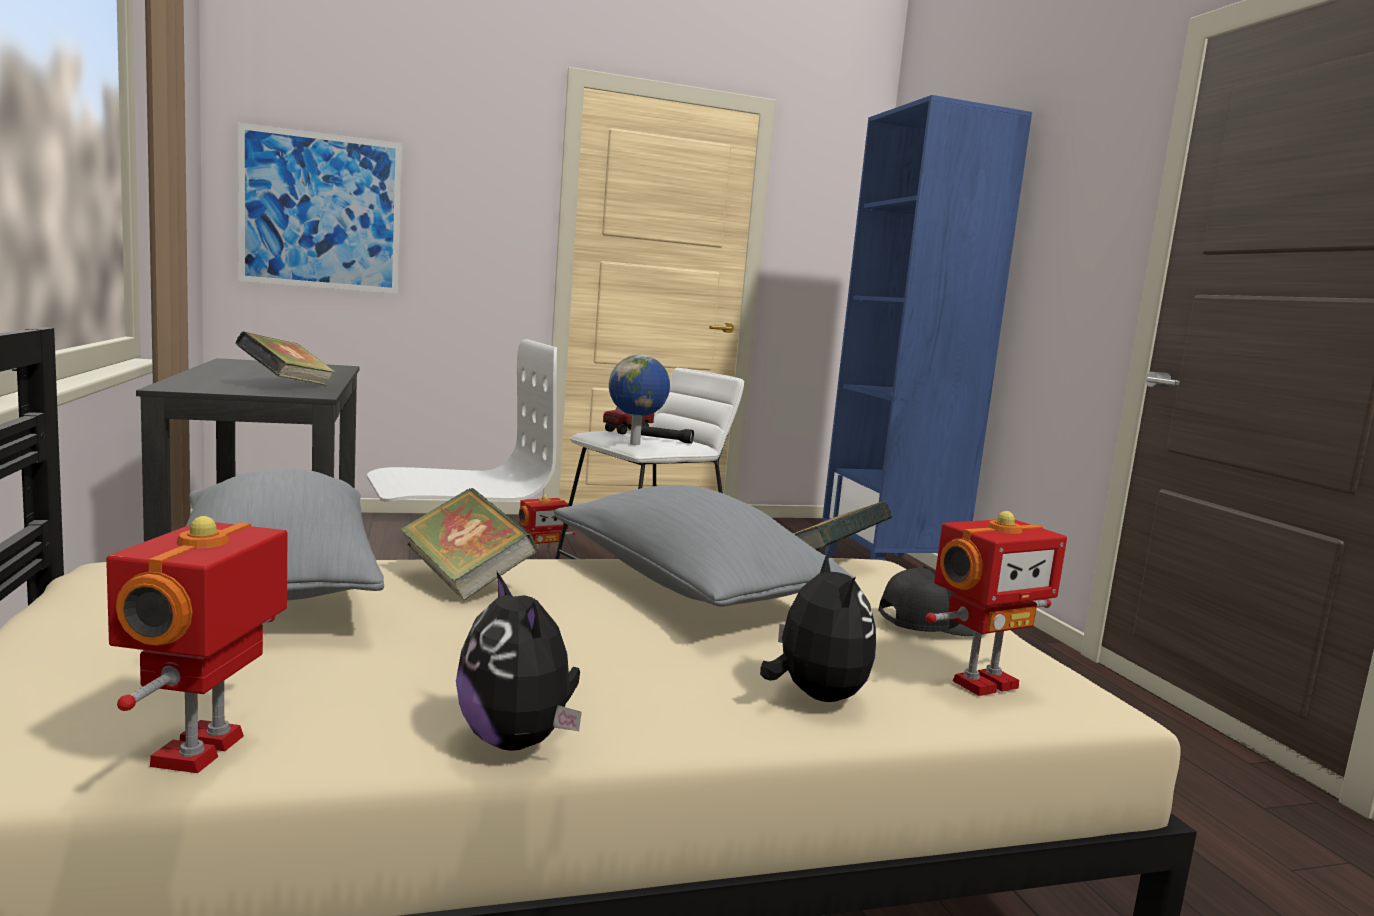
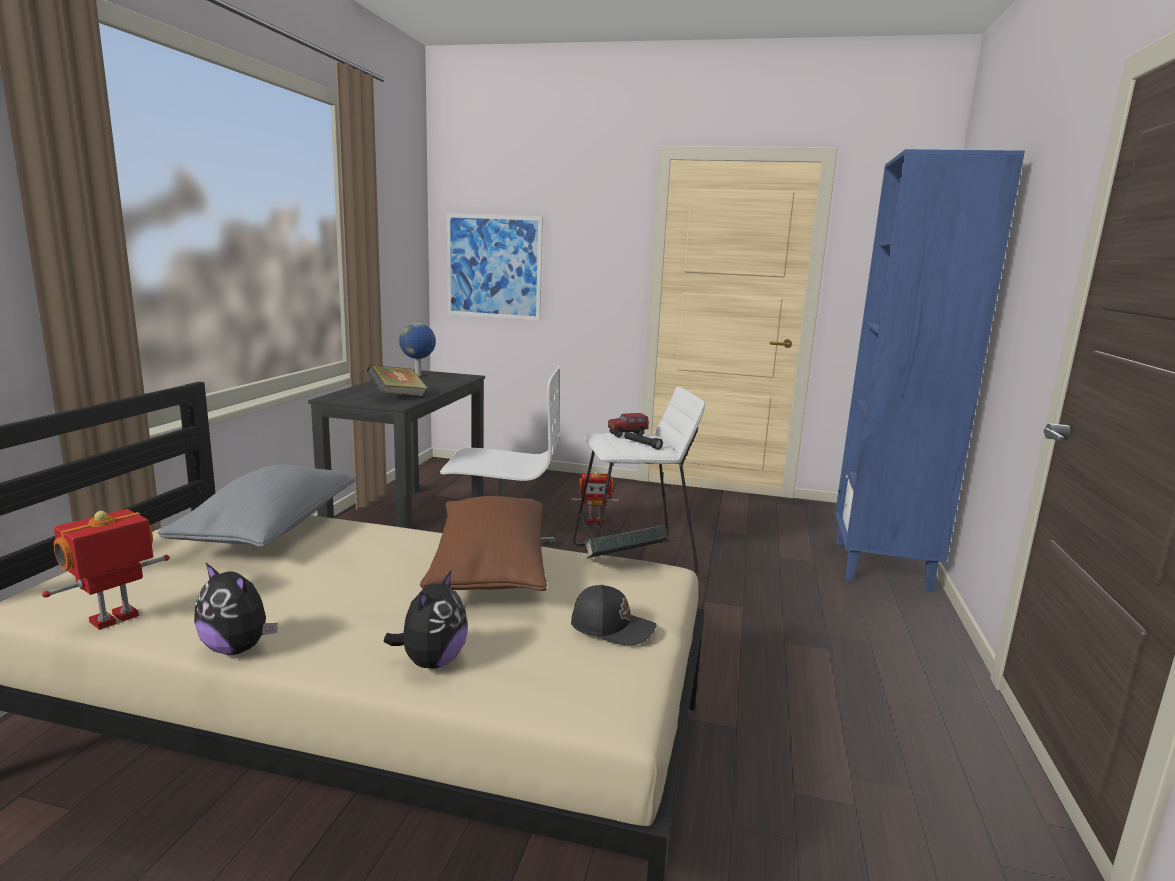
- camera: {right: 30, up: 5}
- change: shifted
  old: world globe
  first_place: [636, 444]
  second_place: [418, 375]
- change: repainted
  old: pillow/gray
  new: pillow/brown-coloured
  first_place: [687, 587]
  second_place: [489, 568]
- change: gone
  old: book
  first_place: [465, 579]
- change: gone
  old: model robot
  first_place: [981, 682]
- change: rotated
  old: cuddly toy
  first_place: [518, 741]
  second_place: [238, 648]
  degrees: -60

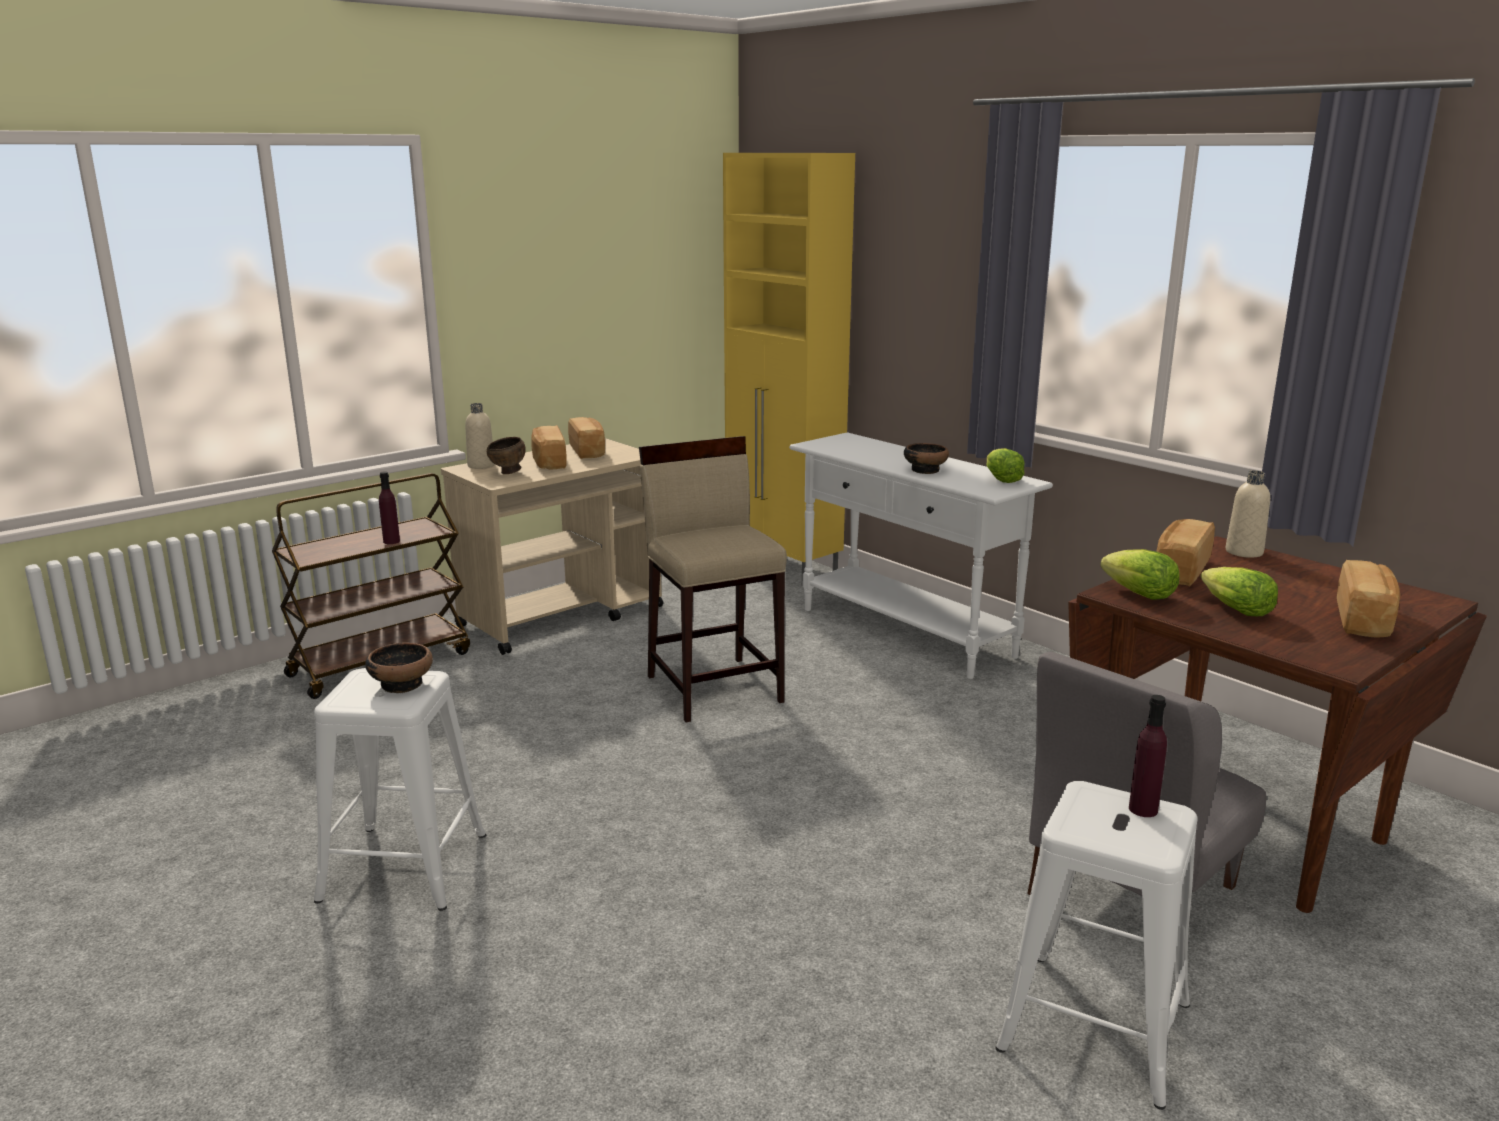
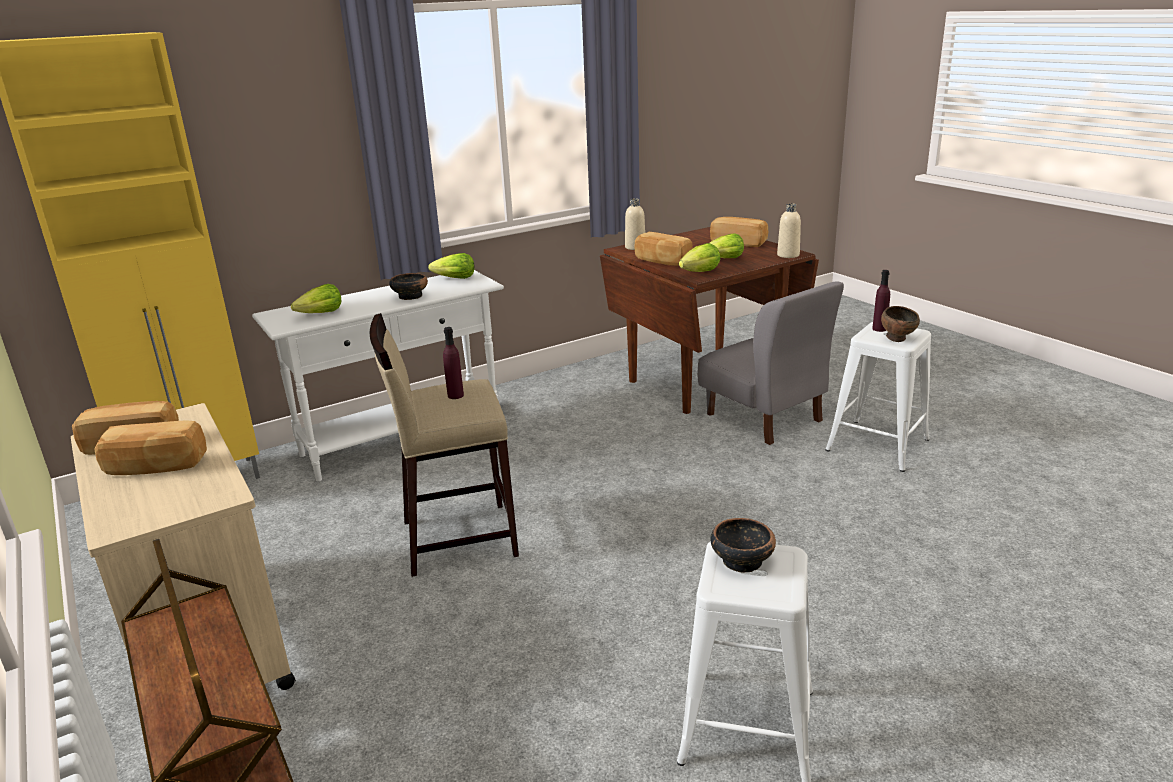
- camera: {right: -80, up: 5}
- change: shifted
  old: drink bottle/beige
  first_place: [481, 466]
  second_place: [788, 255]
- change: shifted
  old: bowl/brown-coloured
  first_place: [508, 473]
  second_place: [898, 339]
- change: shifted
  old: drink bottle/purple-coloured
  first_place: [391, 541]
  second_place: [455, 395]
- change: new
  new: lettuce
  second_place: [321, 314]

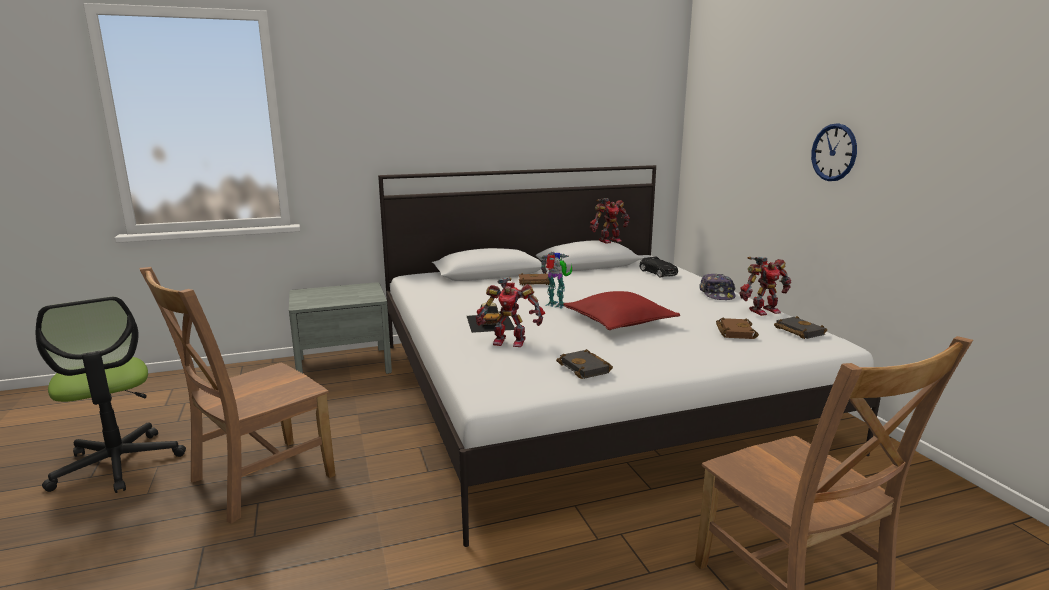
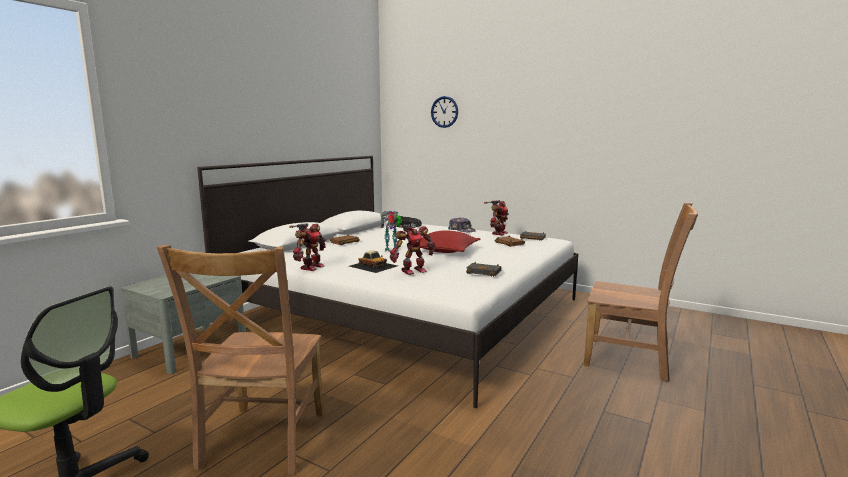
- camera: {right: -40, up: -5}
- change: shifted
  old: hanging clock
  first_place: [834, 152]
  second_place: [444, 112]
- change: shifted
  old: model robot
  first_place: [608, 240]
  second_place: [310, 267]

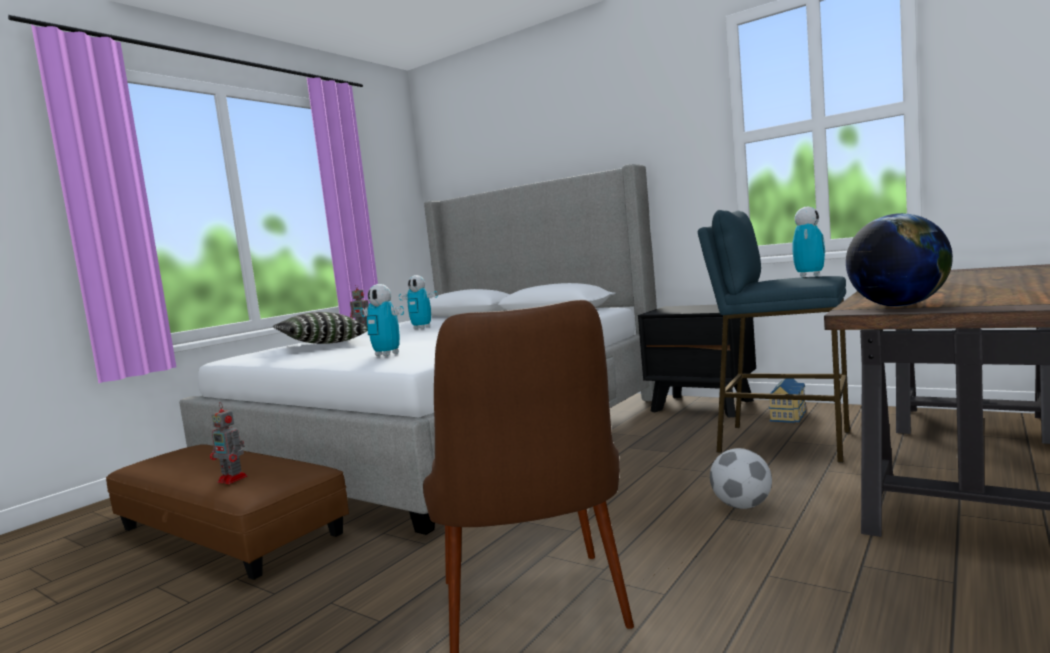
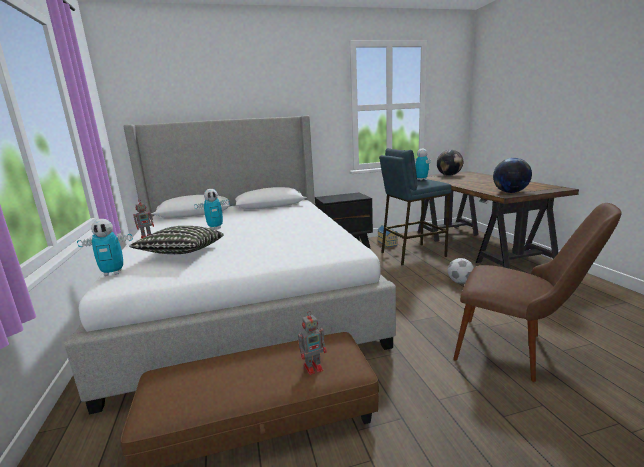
- camera: {right: -50, up: 10}
- change: shifted
  old: model robot
  first_place: [387, 354]
  second_place: [113, 273]
- change: new
  new: world globe
  second_place: [449, 175]

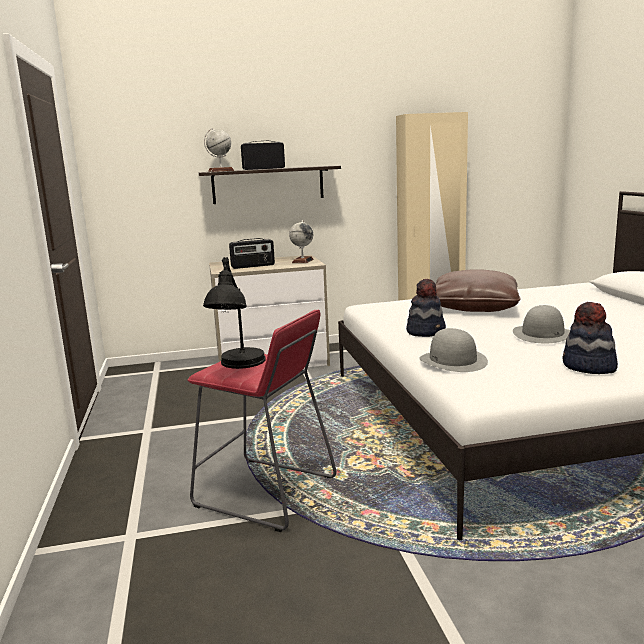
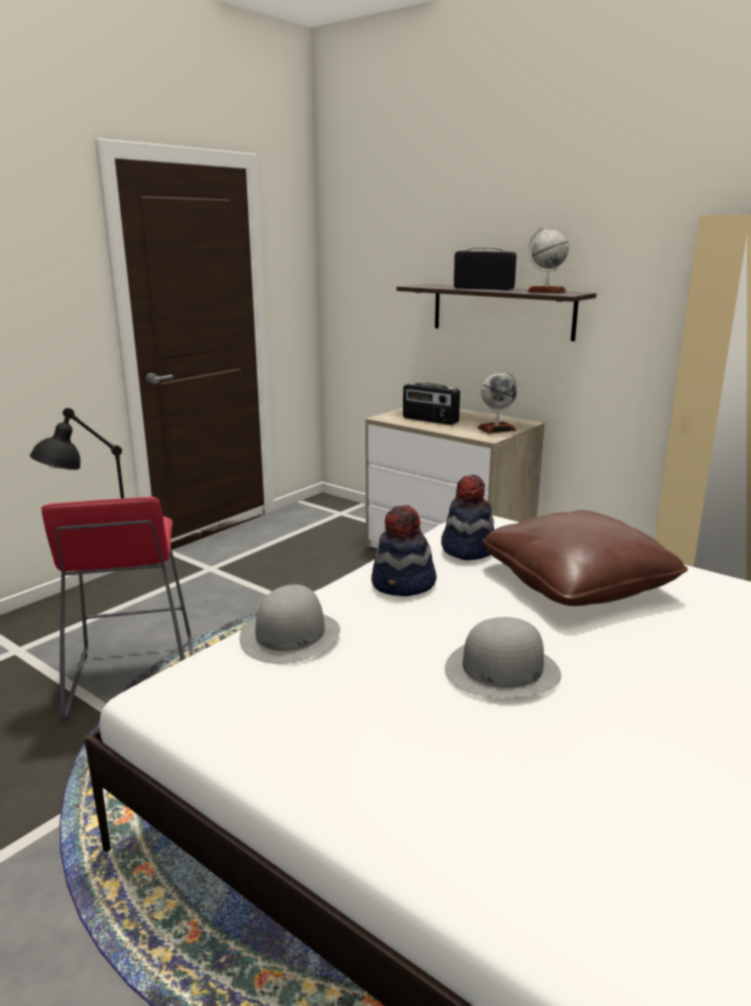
- camera: {right: 50, up: 5}
- change: shifted
  old: world globe
  first_place: [221, 171]
  second_place: [546, 292]
- change: shifted
  old: hat
  first_place: [588, 367]
  second_place: [467, 549]

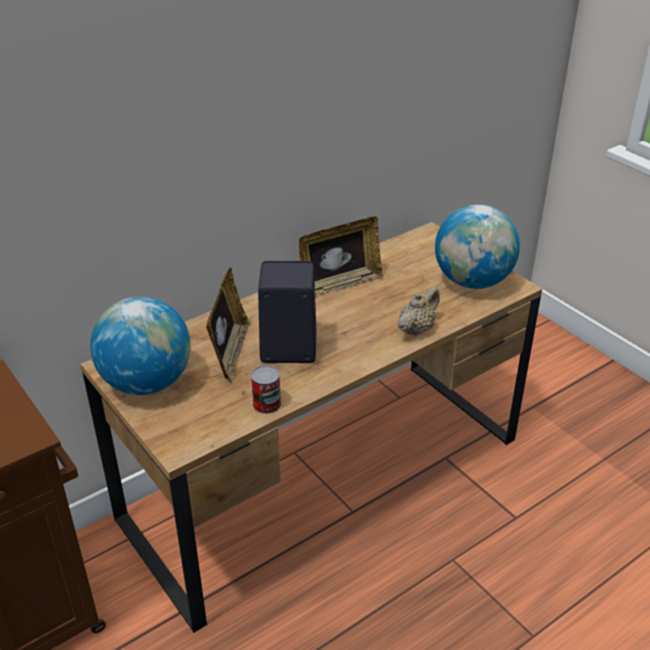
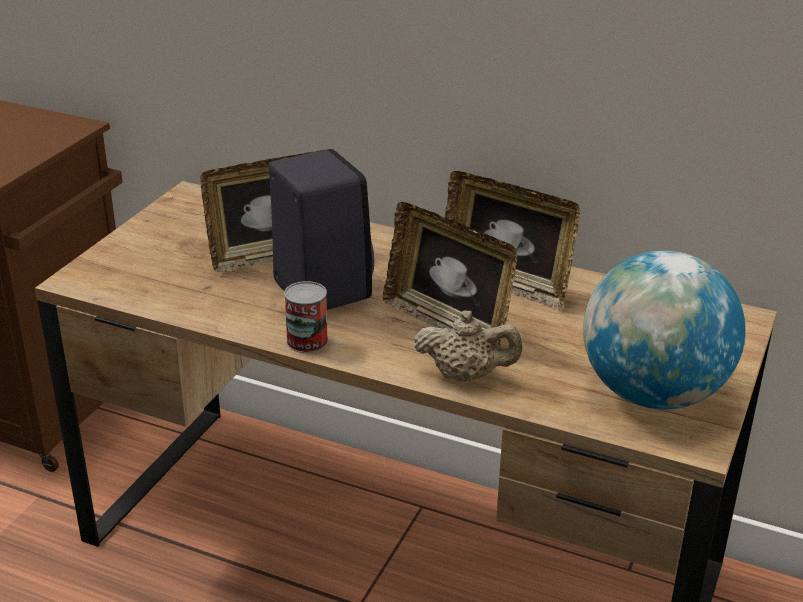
- camera: {right: 60, up: -5}
- change: gone
  old: world globe
  first_place: [146, 383]
- change: shifted
  old: metal can
  first_place: [267, 404]
  second_place: [307, 341]
- change: new
  new: photo frame
  second_place: [448, 324]

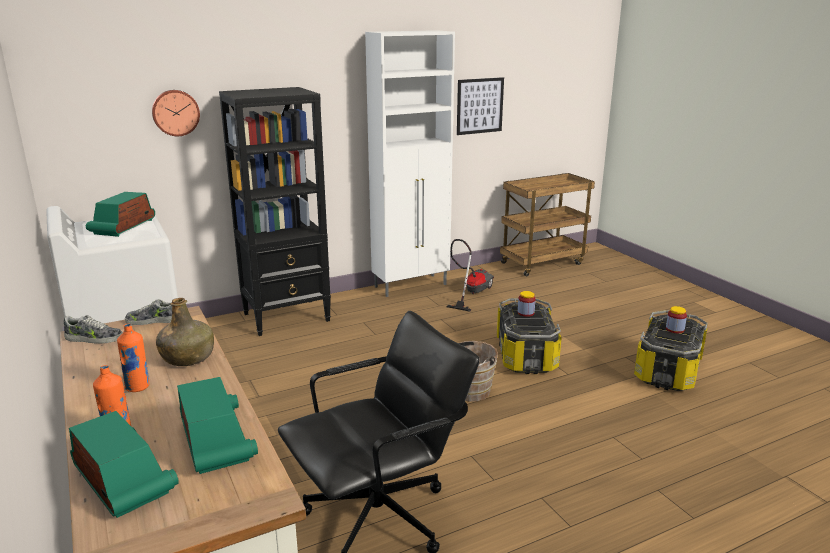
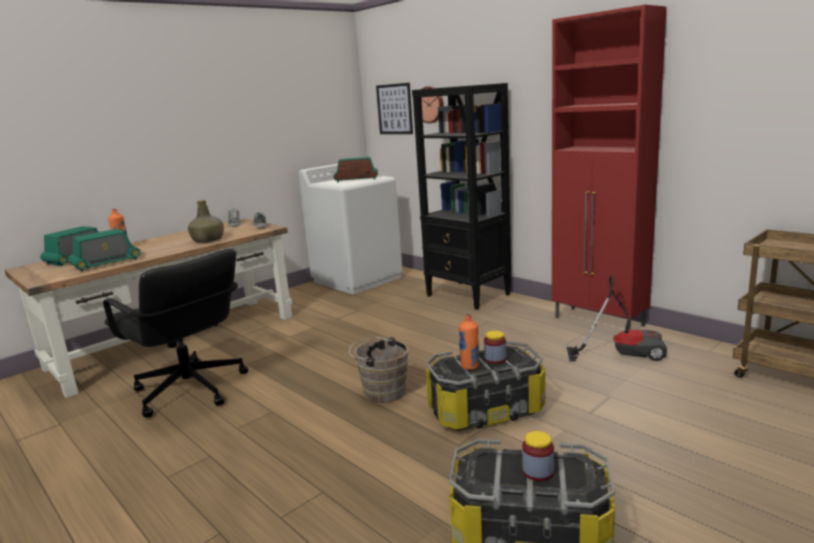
- camera: {right: 75, up: -5}
- change: repainted
  old: cupboard/whitish
  new: cupboard/red-coloured
  first_place: [412, 285]
  second_place: [599, 322]
- change: shifted
  old: wall picture
  first_place: [480, 106]
  second_place: [394, 109]
- change: shifted
  old: drink bottle/orange
  first_place: [138, 387]
  second_place: [470, 366]

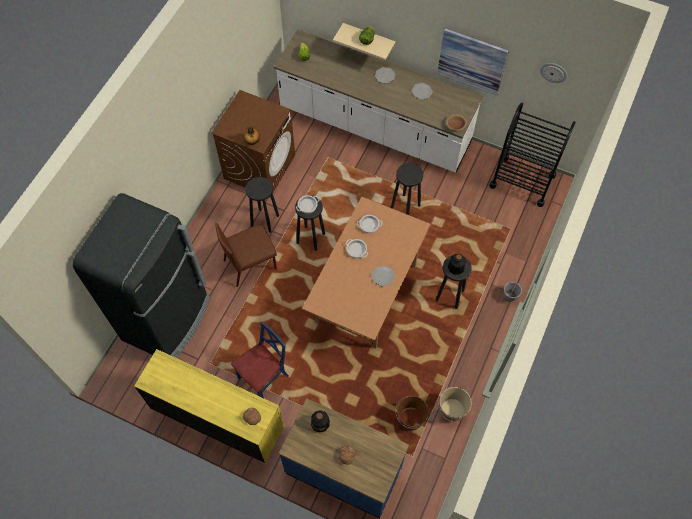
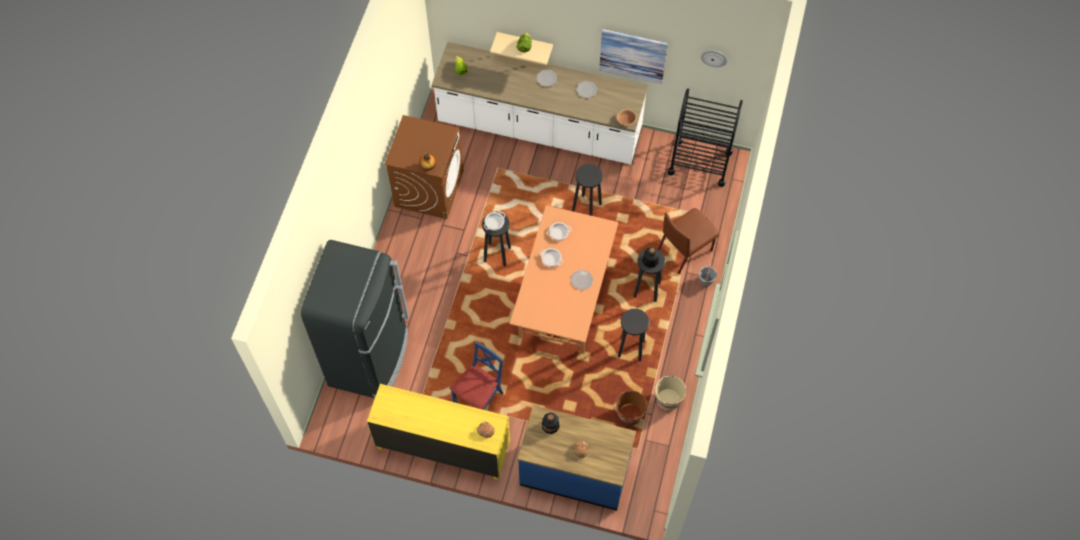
- camera: {right: -10, up: 0}
- change: shifted
  old: stool seat/blackish
  first_place: [264, 221]
  second_place: [631, 349]
- change: shifted
  old: upright chair/brown-coloured
  first_place: [251, 264]
  second_place: [685, 250]

